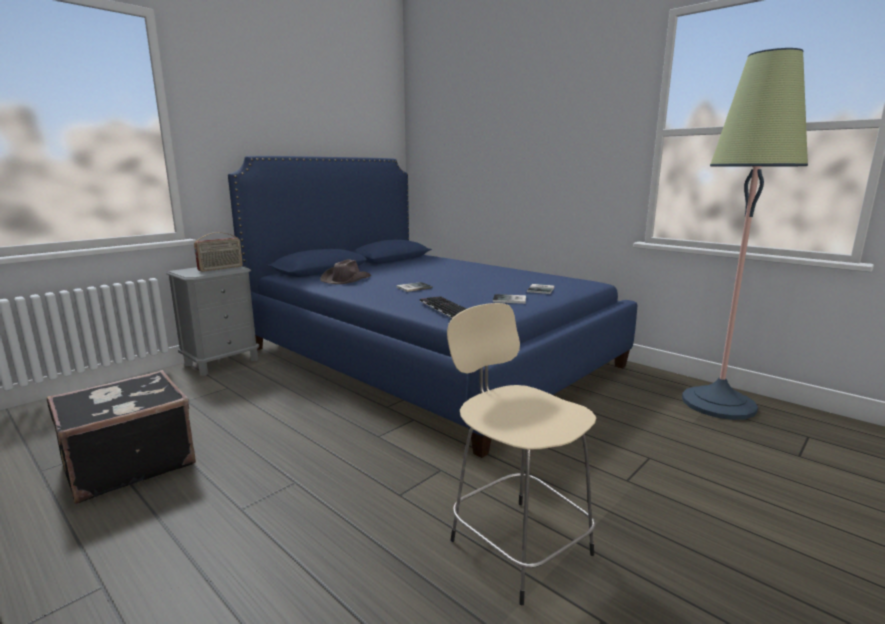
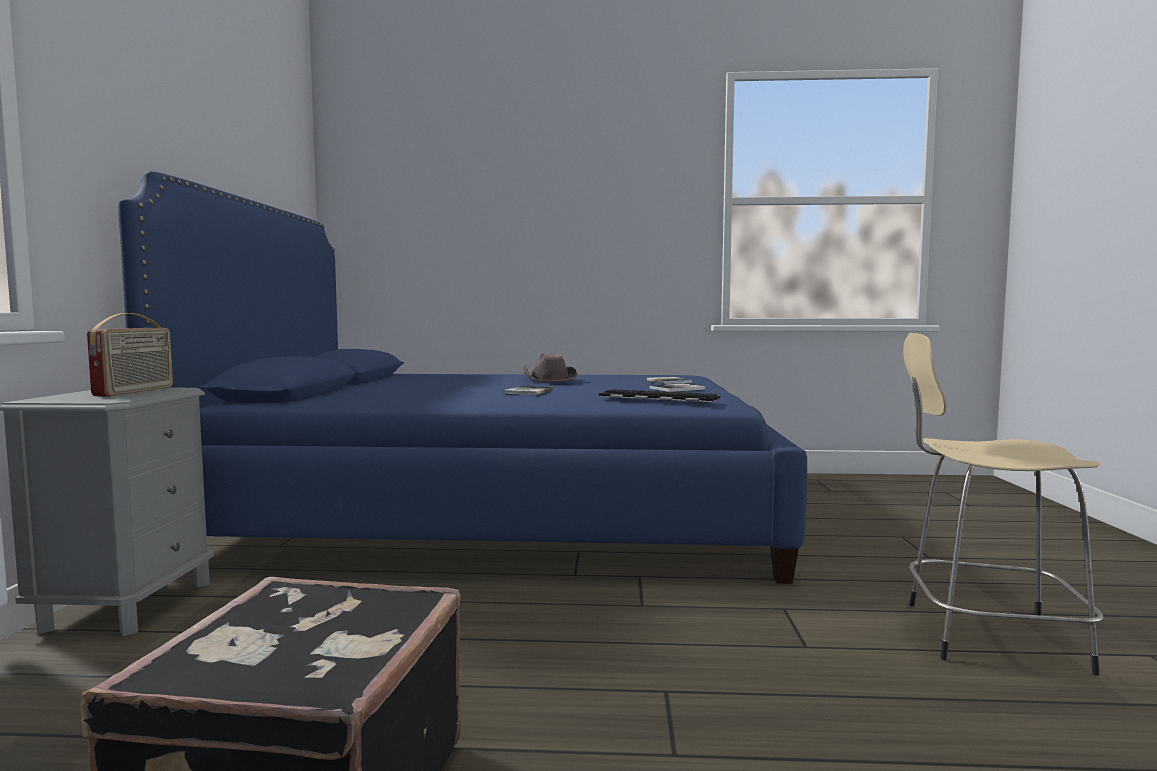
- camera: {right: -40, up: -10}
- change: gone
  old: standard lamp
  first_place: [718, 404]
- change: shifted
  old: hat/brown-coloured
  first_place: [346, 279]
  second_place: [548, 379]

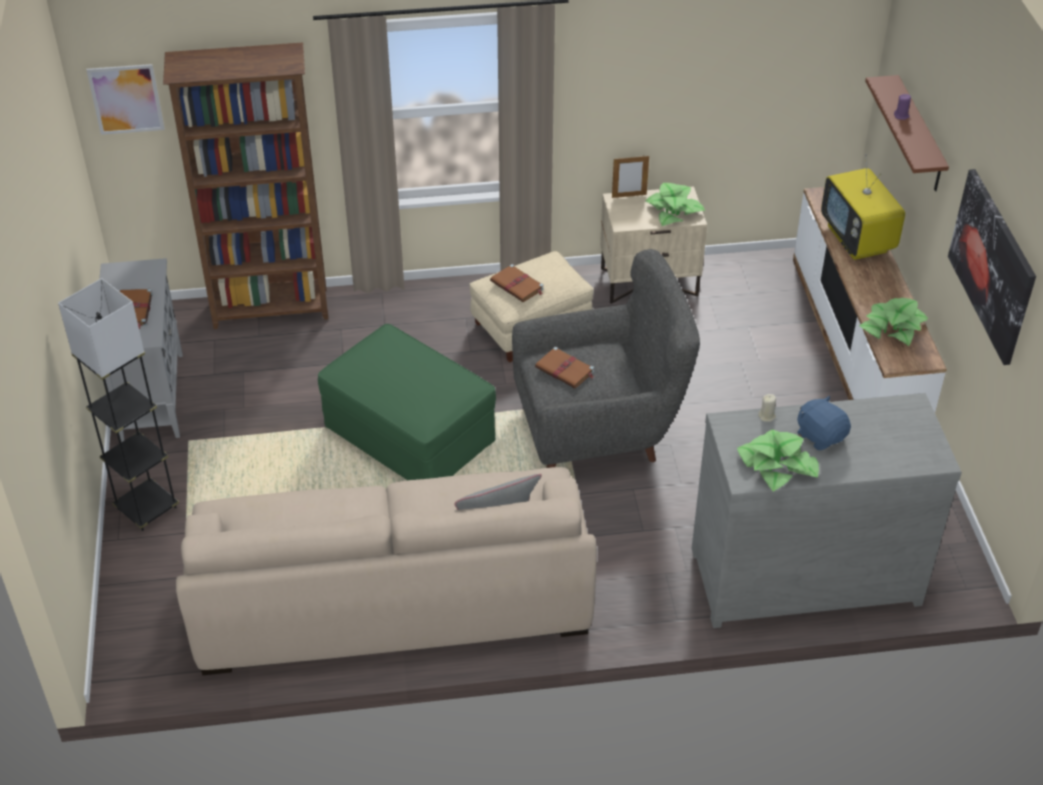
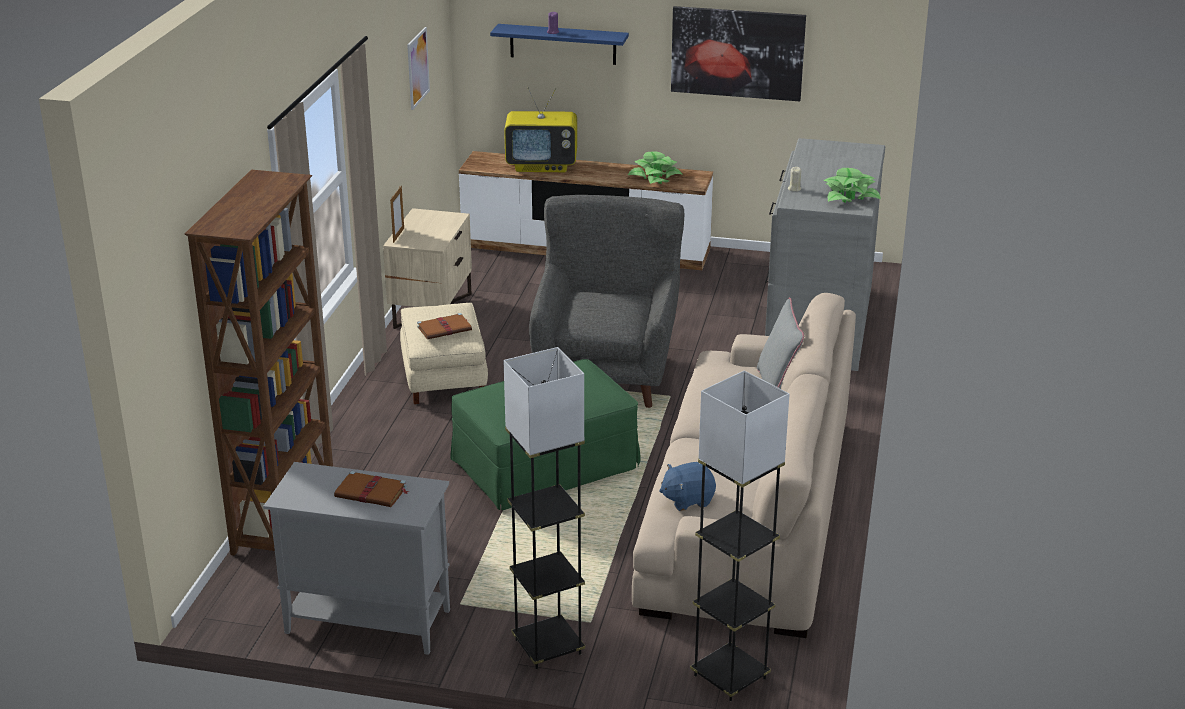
- camera: {right: -70, up: -15}
- change: shifted
  old: wall picture
  first_place: [126, 99]
  second_place: [418, 68]
- change: repainted
  old: bracket shelf/brown-coloured
  new: bracket shelf/bluish
  first_place: [919, 135]
  second_place: [563, 44]
- change: gone
  old: houseplant
  first_place: [674, 210]
- change: gone
  old: book/brown-coloured
  first_place: [565, 370]
- change: shifted
  old: cuddly toy/bluish
  first_place: [820, 435]
  second_place: [687, 500]
- change: new
  new: standard lamp/gray
  second_place: [730, 677]

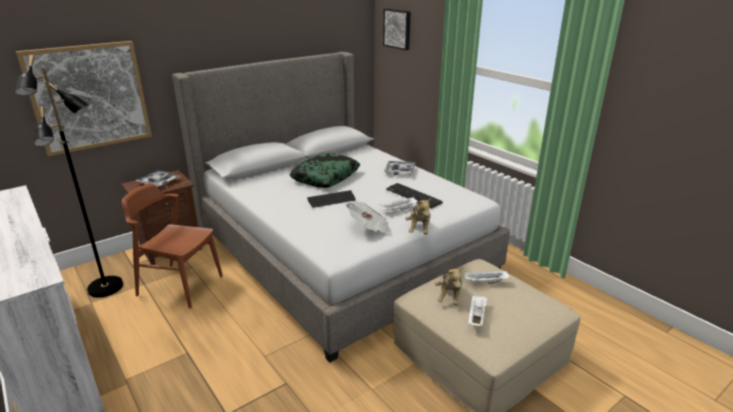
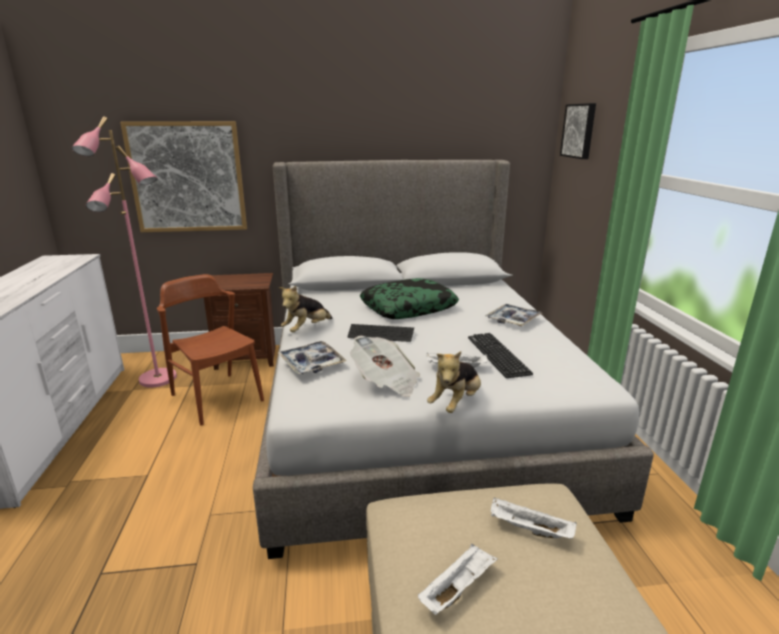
- camera: {right: 30, up: -5}
- change: repainted
  old: standard lamp/blackish
  new: standard lamp/pink
  first_place: [106, 288]
  second_place: [158, 379]
- change: shifted
  old: tray
  first_place: [159, 182]
  second_place: [311, 363]
- change: shifted
  old: cuddly toy
  first_place: [449, 296]
  second_place: [307, 329]

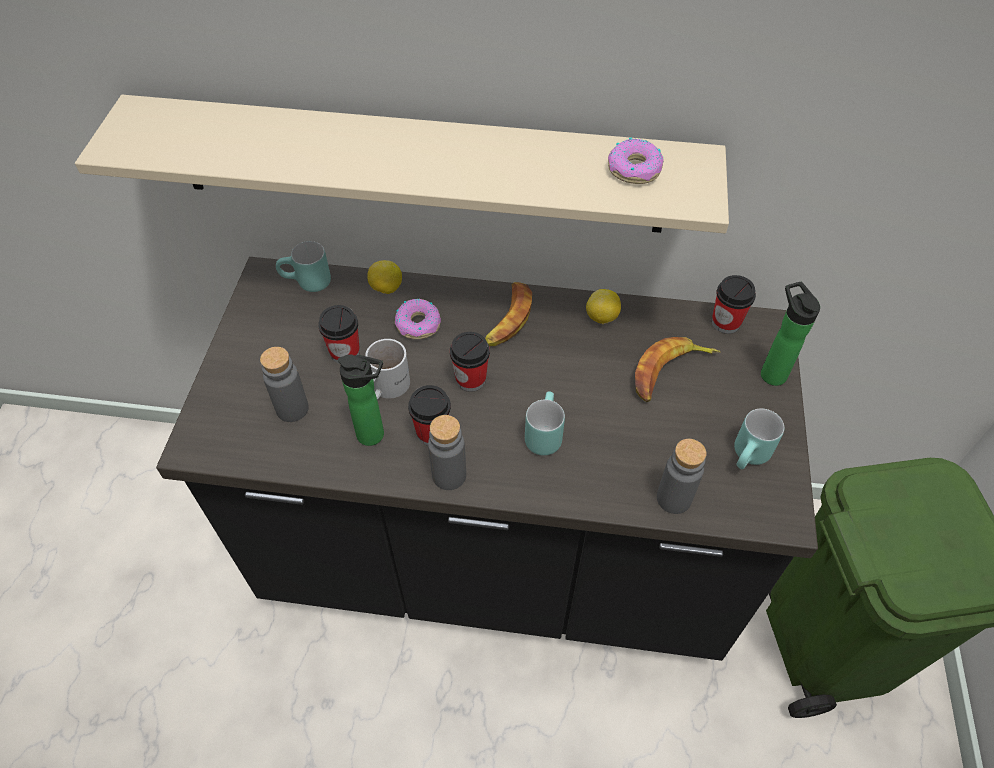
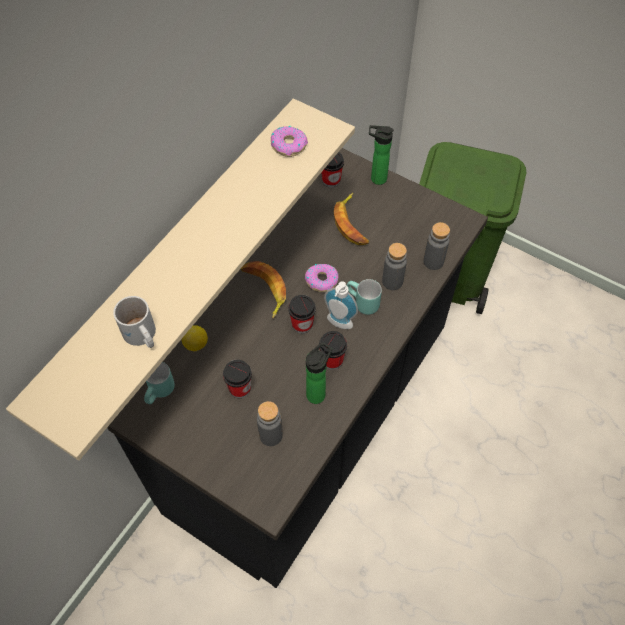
- camera: {right: -65, up: 5}
- change: gone
  old: citrus fruit
  first_place: [602, 318]
- change: shifted
  old: donut
  first_place: [418, 324]
  second_place: [321, 280]
- change: shifted
  old: mug/whitish
  first_place: [384, 387]
  second_place: [141, 336]
- change: gone
  old: mug/turquoise
  first_place: [750, 458]
- change: shifted
  old: drink bottle/gray
  first_place: [449, 475]
  second_place: [392, 281]
- change: new
  new: soap bottle
  second_place: [338, 324]

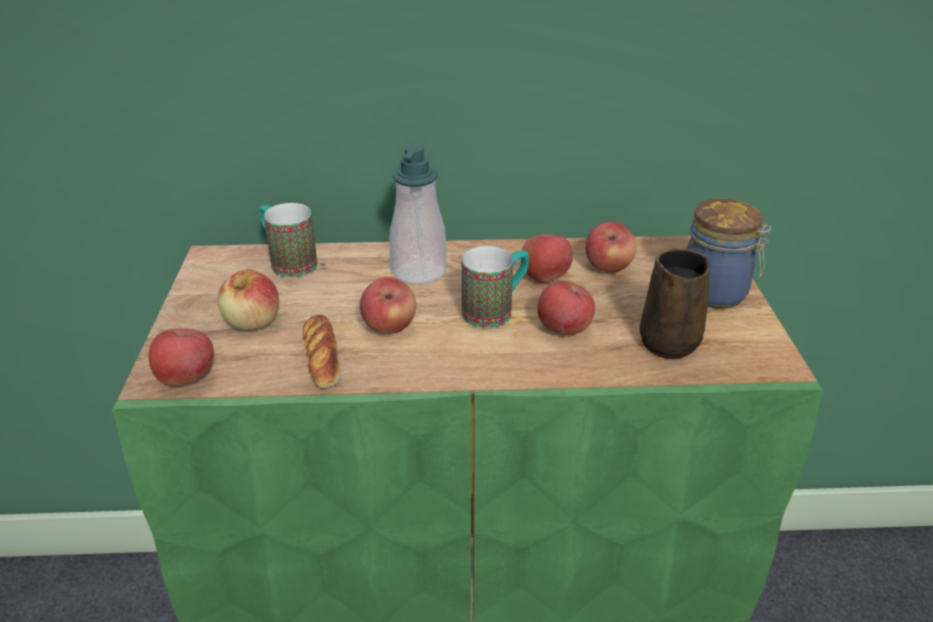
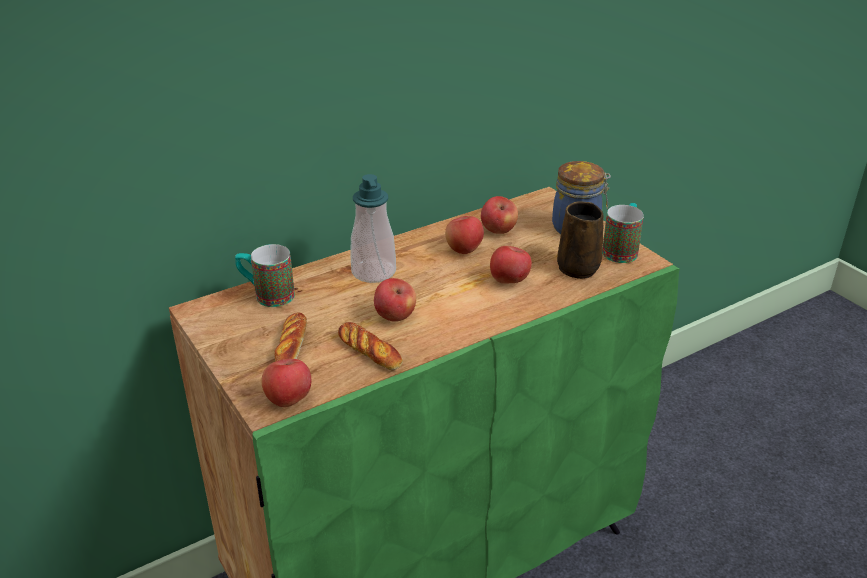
- camera: {right: -30, up: 0}
- change: shifted
  old: mug
  first_place: [496, 310]
  second_place: [622, 250]
- change: swapped
  old: apple
  new: baked bread
  first_place: [252, 322]
  second_place: [291, 346]

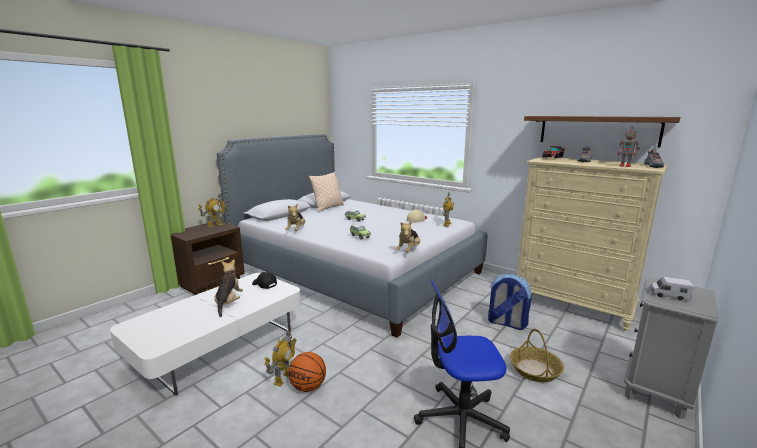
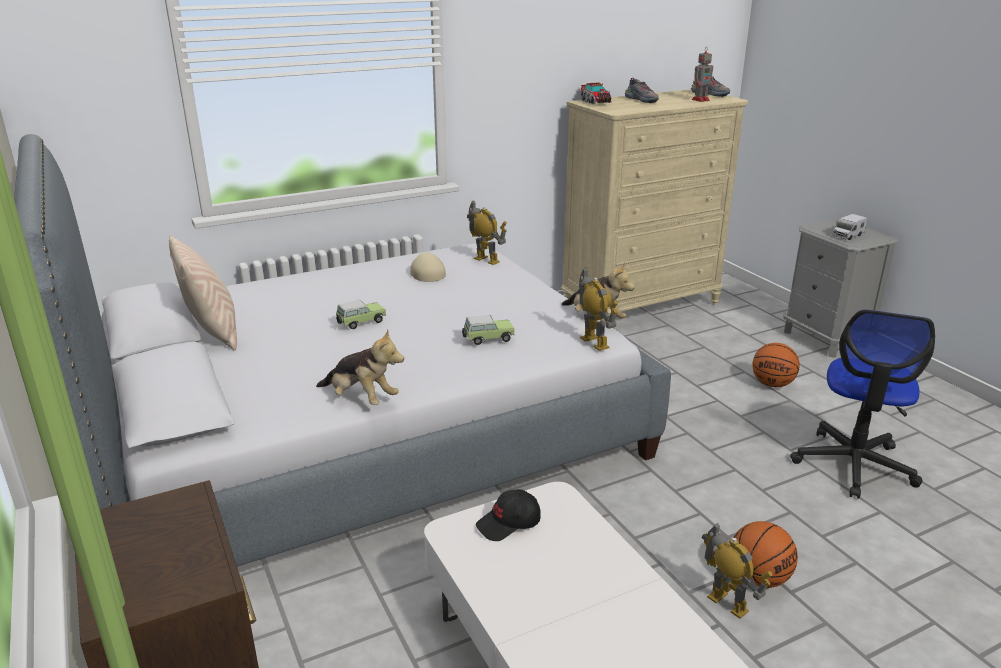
- camera: {right: -65, up: 10}
- change: gone
  old: bracket shelf/brown-coloured
  first_place: [597, 130]
- change: shifted
  old: model robot
  first_place: [215, 225]
  second_place: [594, 342]
- change: gone
  old: cuddly toy
  first_place: [229, 303]
- change: gone
  old: knapsack
  first_place: [506, 323]
- change: swapped
  old: household basket
  new: ball for basketball
  first_place: [535, 370]
  second_place: [772, 384]

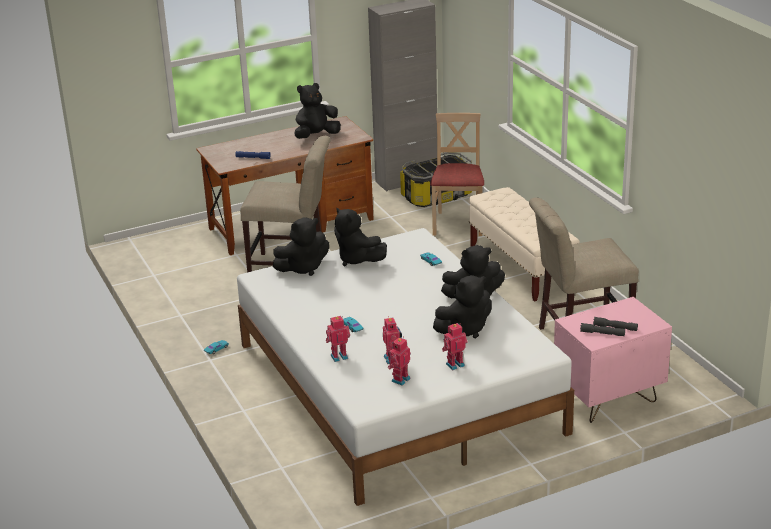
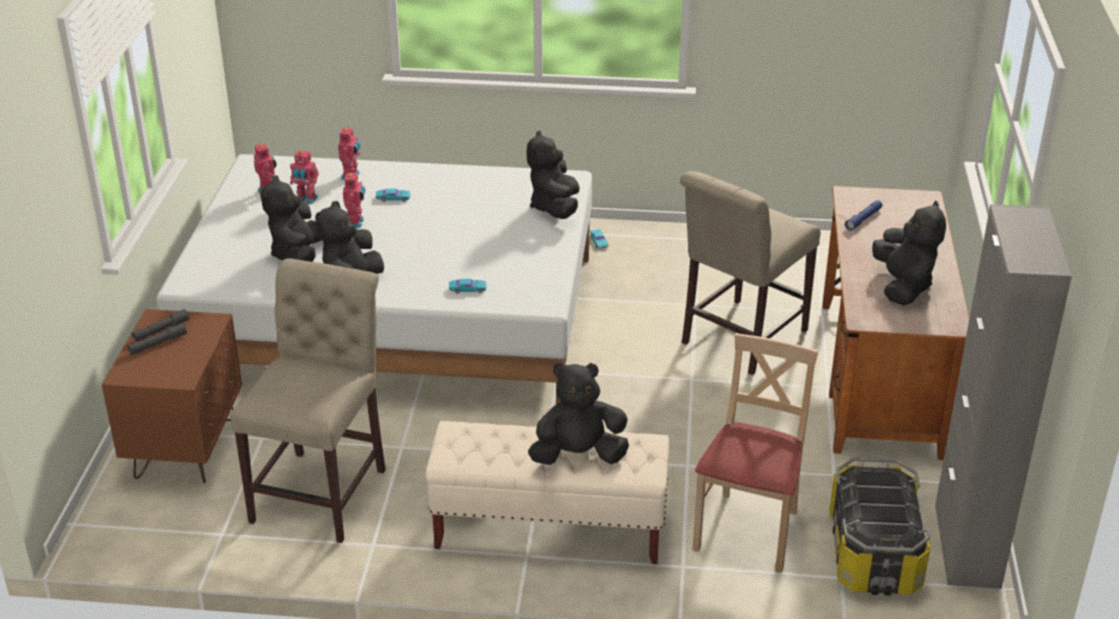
- camera: {right: 120, up: 5}
- change: rotated
  old: upright chair/beige
  first_place: [458, 224]
  second_place: [748, 531]
  degrees: -105
- change: shifted
  old: cuddly toy/blackish
  first_place: [357, 259]
  second_place: [578, 456]
- change: repainted
  old: nightstand/pink
  new: nightstand/brown-coloured
  first_place: [608, 400]
  second_place: [186, 447]
- change: shifted
  old: model robot
  first_place: [454, 364]
  second_place: [356, 223]

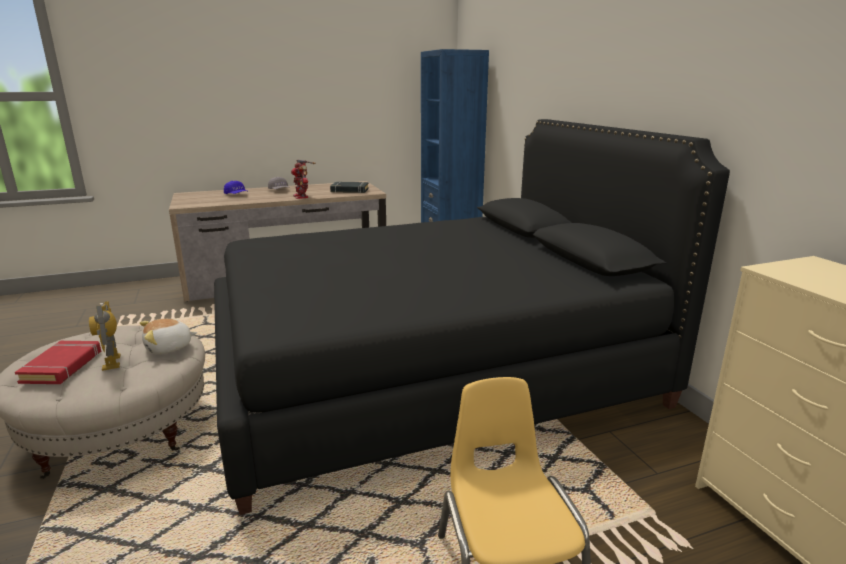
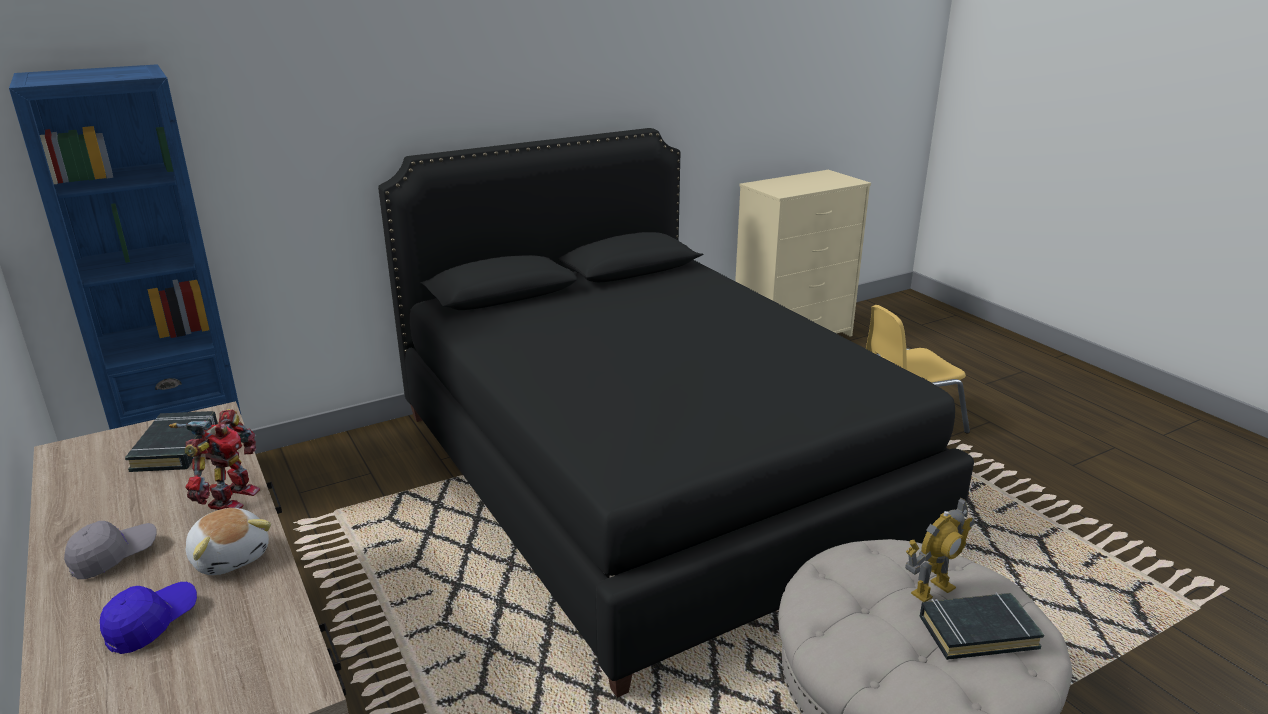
- camera: {right: -100, up: 5}
- change: rotated
  old: model robot
  first_place: [302, 196]
  second_place: [230, 498]
  degrees: -45
- change: shifted
  old: cuddly toy
  first_place: [169, 348]
  second_place: [231, 556]
- change: repainted
  old: book/red-coloured
  new: book/blackish
  first_place: [63, 367]
  second_place: [977, 631]

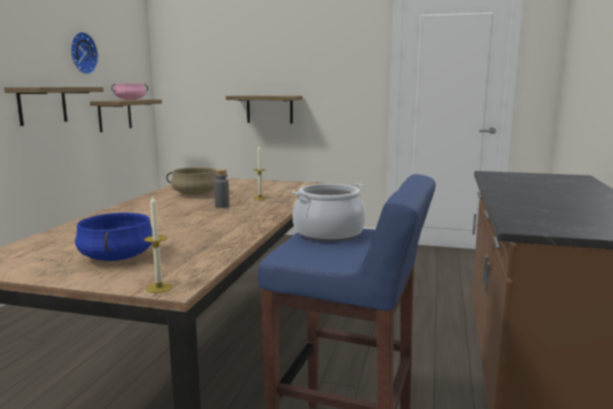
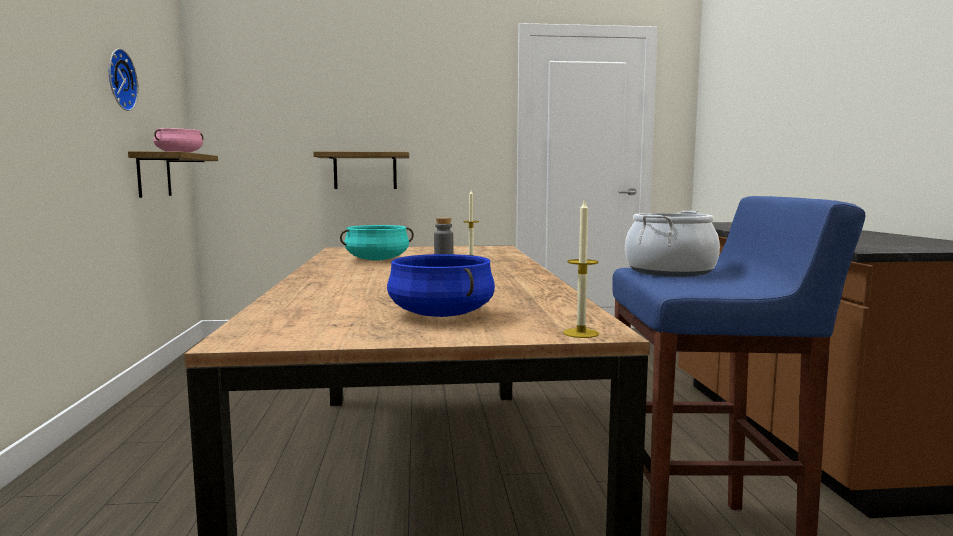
- camera: {right: -20, up: -5}
- change: gone
  old: bracket shelf
  first_place: [42, 105]
- change: repainted
  old: cooking pot/beige
  new: cooking pot/turquoise
  first_place: [195, 194]
  second_place: [377, 260]

